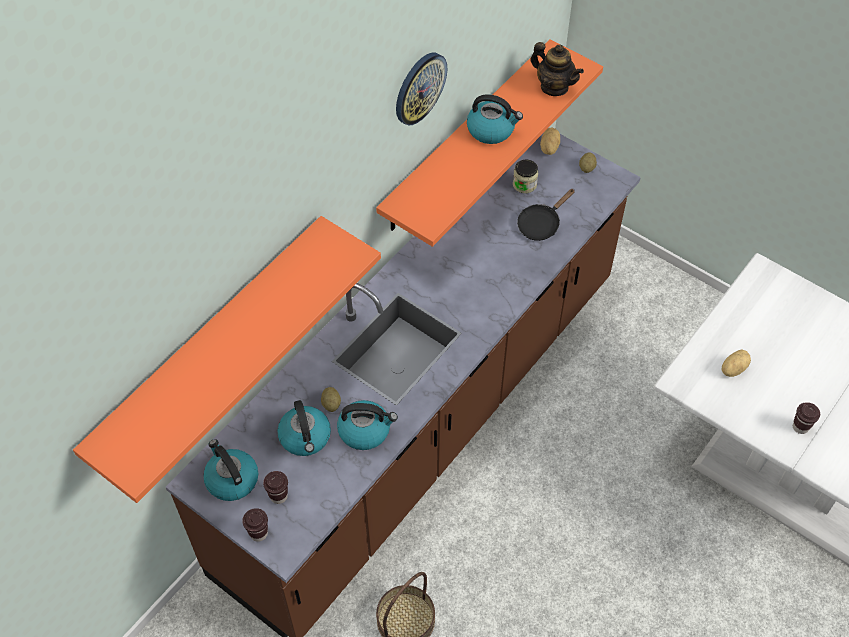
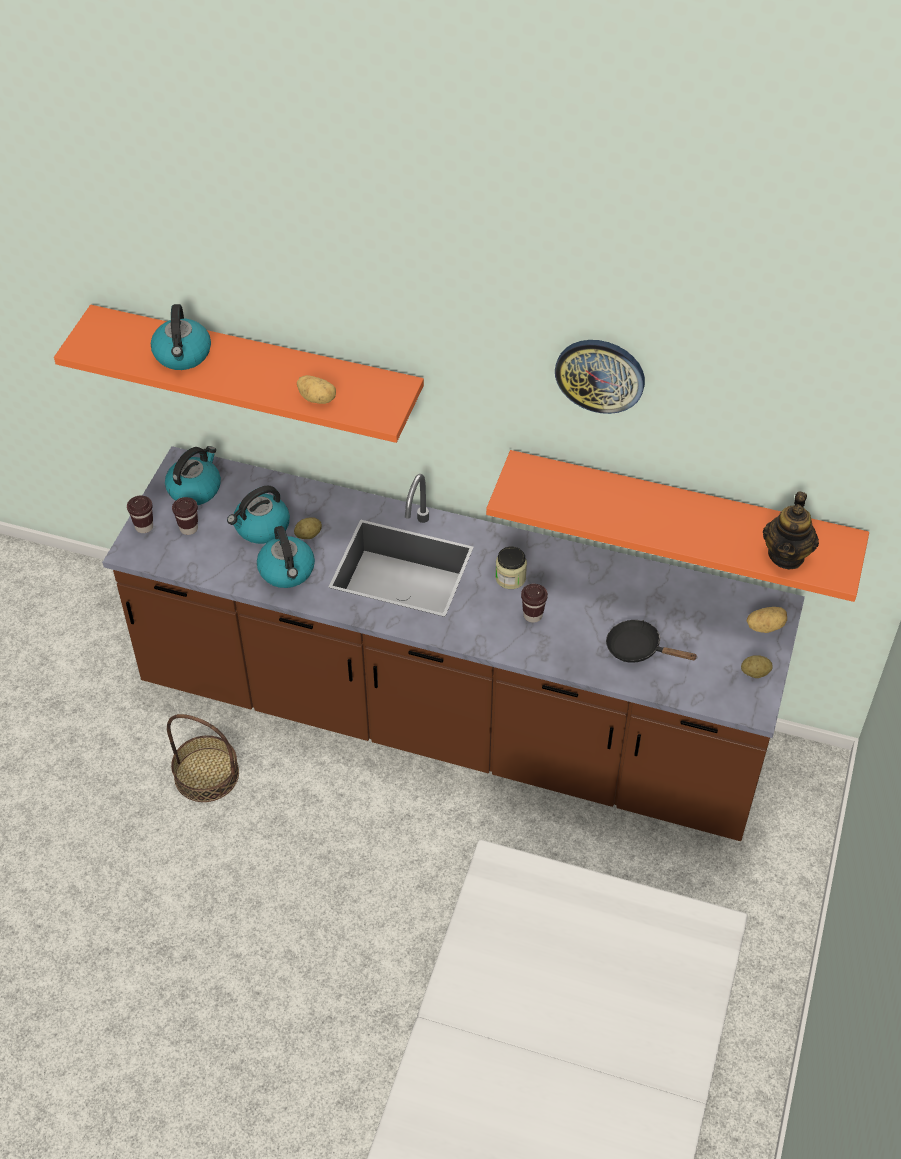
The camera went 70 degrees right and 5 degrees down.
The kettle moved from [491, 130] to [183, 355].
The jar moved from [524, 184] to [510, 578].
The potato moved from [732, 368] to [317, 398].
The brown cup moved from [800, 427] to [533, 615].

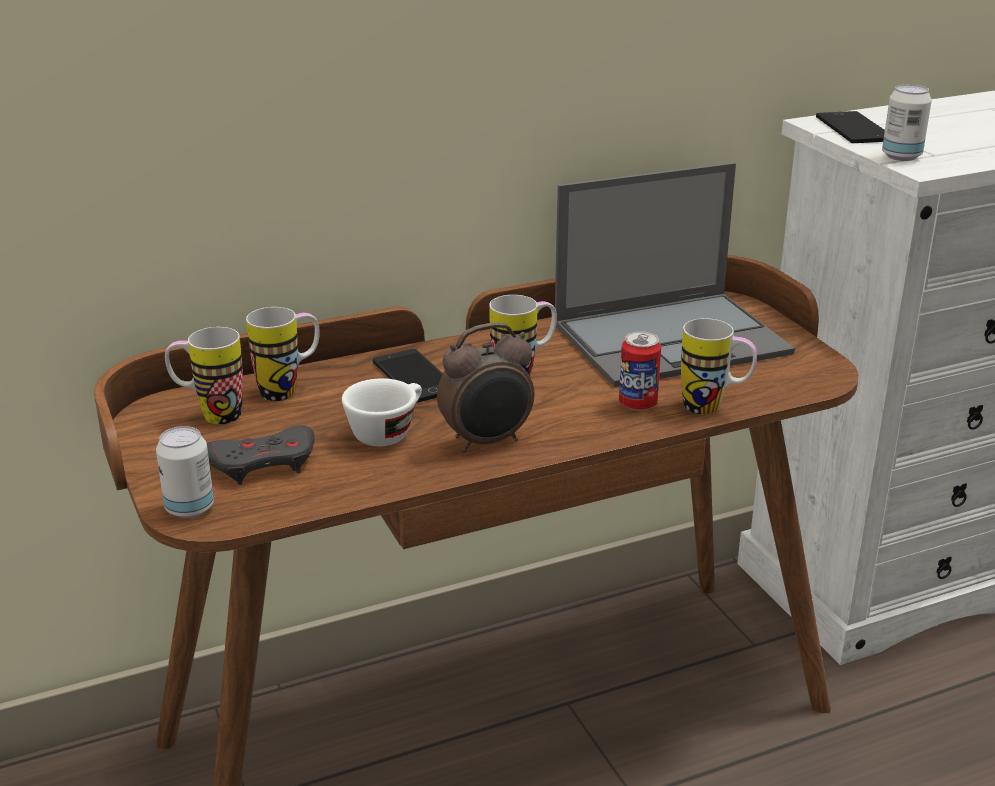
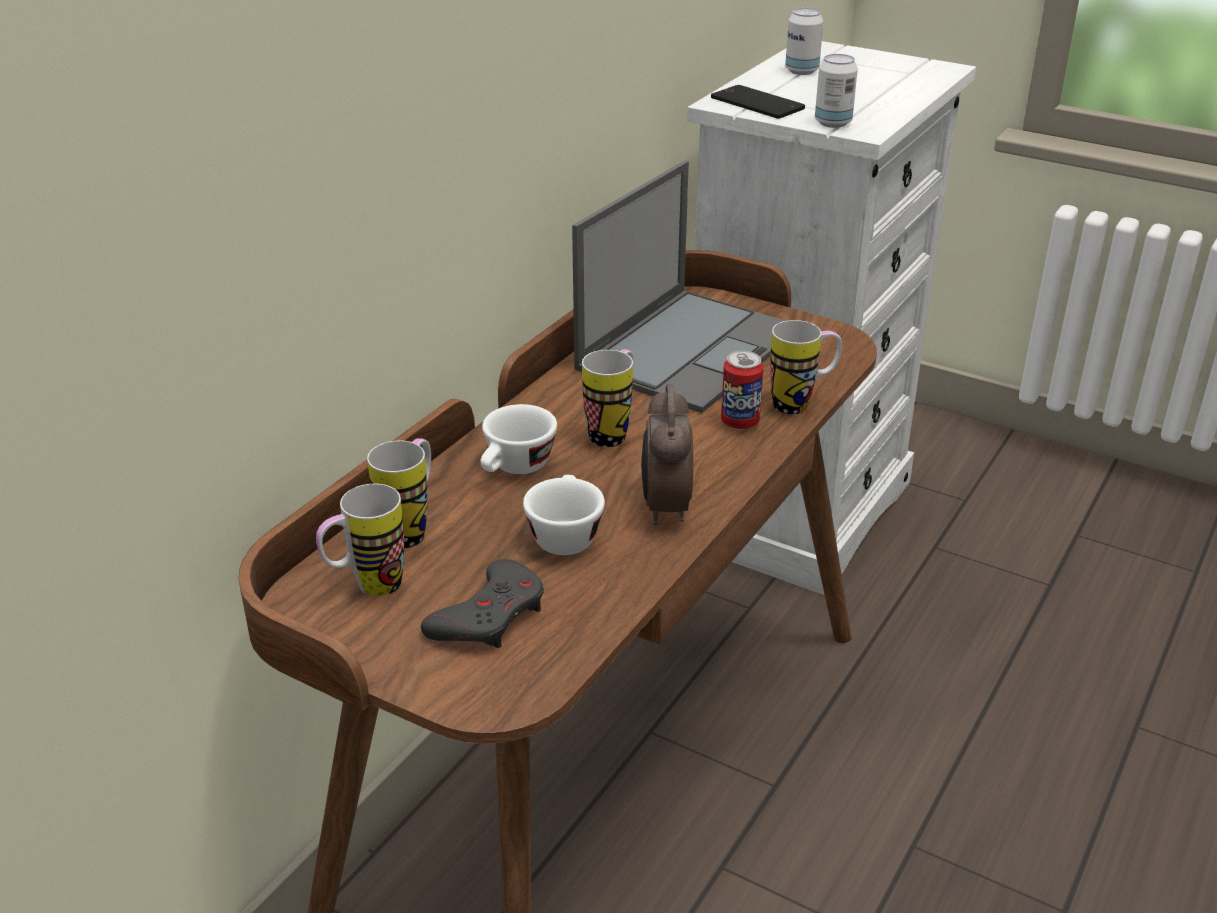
The camera went 35 degrees left and 5 degrees up.
The can moved from [189, 508] to [801, 71].
The phone at [414, 377] was replaced by the white cup at [515, 468].
The alarm clock at [487, 442] turned 150 degrees clockwise.

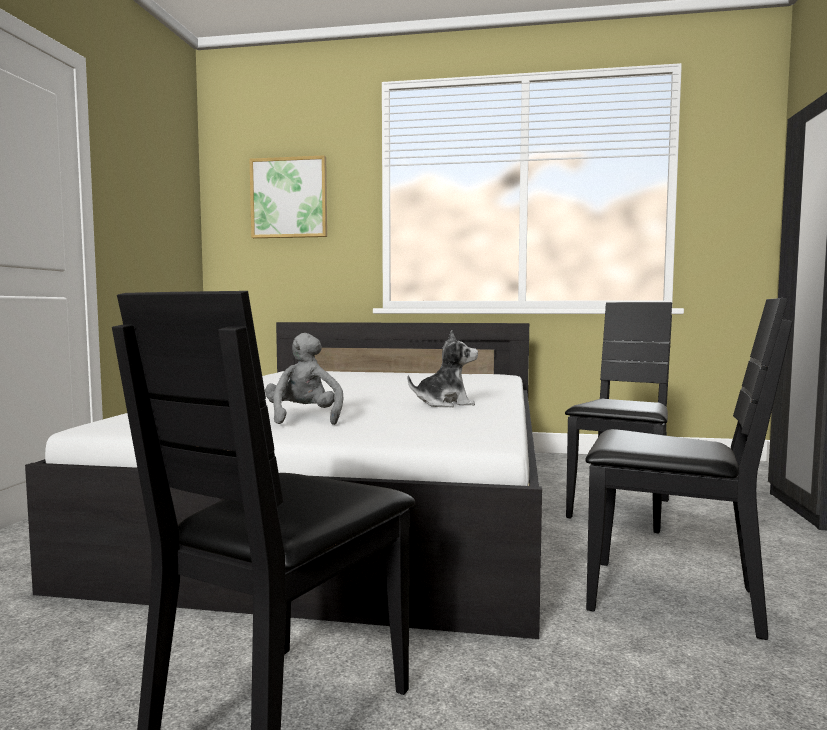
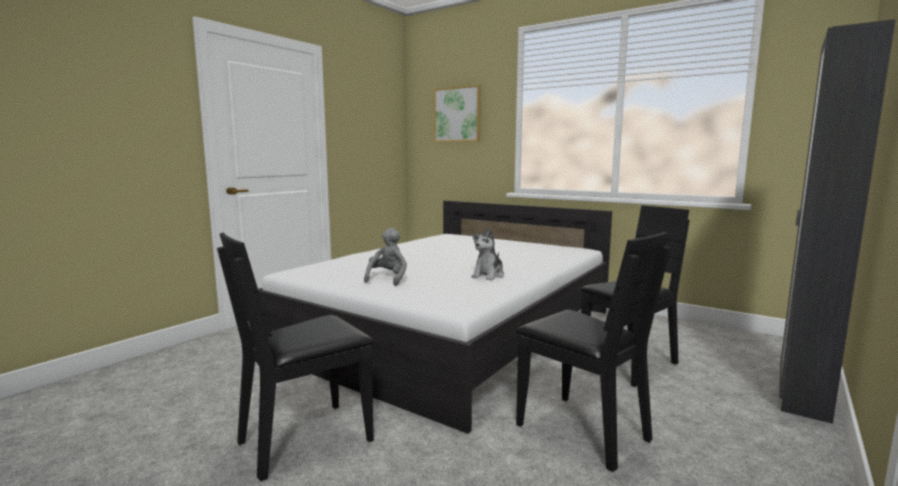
The camera went 25 degrees right and 5 degrees up.
The plush toy at [445, 404] turned 105 degrees clockwise.

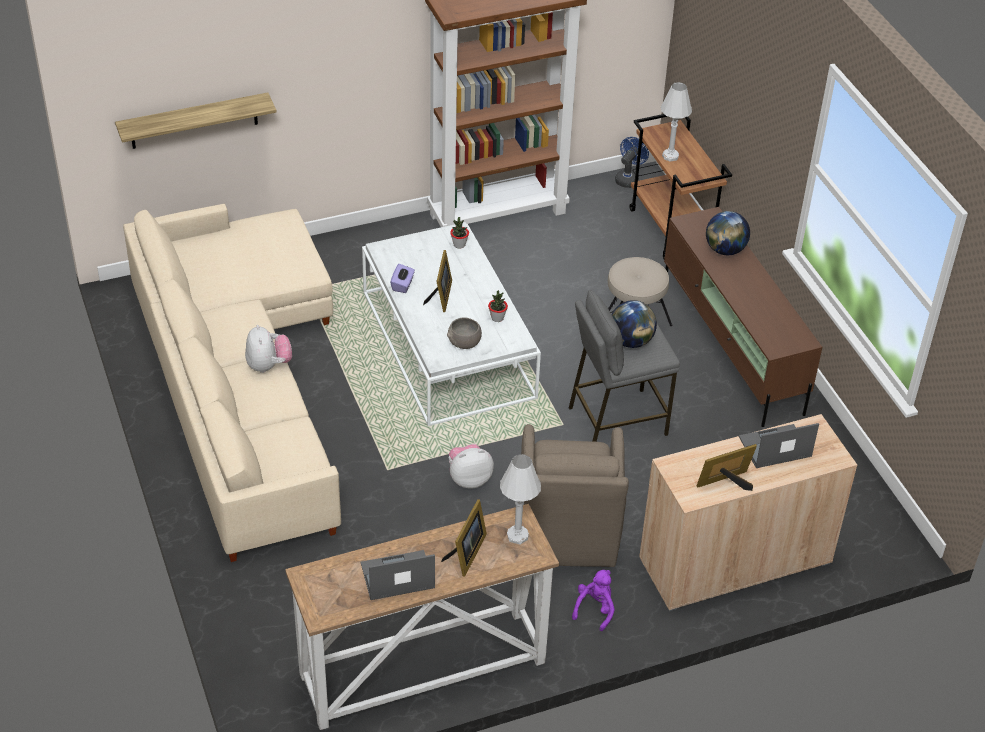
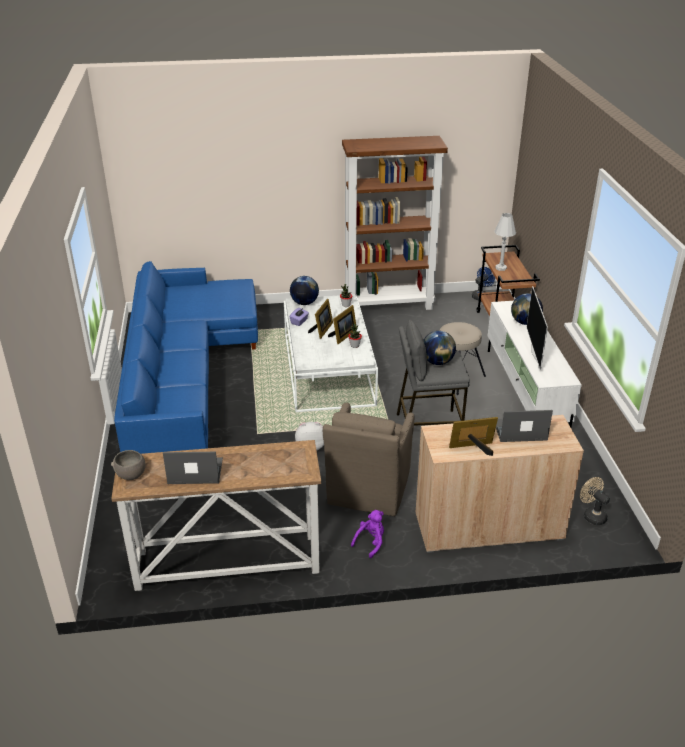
The camera went 15 degrees right and 10 degrees down.
The shelf at [194, 121] disappeared.
The beige sofa at [239, 383] became the blue sofa at [184, 373].
The plush toy at [268, 365] disappeared.
The picture frame moved from [466, 554] to [343, 336].
The grey bowl moved from [464, 343] to [130, 474].
The white table lamp at [517, 536] disappeared.
The brown tv stand at [732, 346] became the white tv stand at [525, 393].
The globe at [304, 303] appeared.
The television at [536, 353] appeared.
The beige fan at [591, 515] appeared.

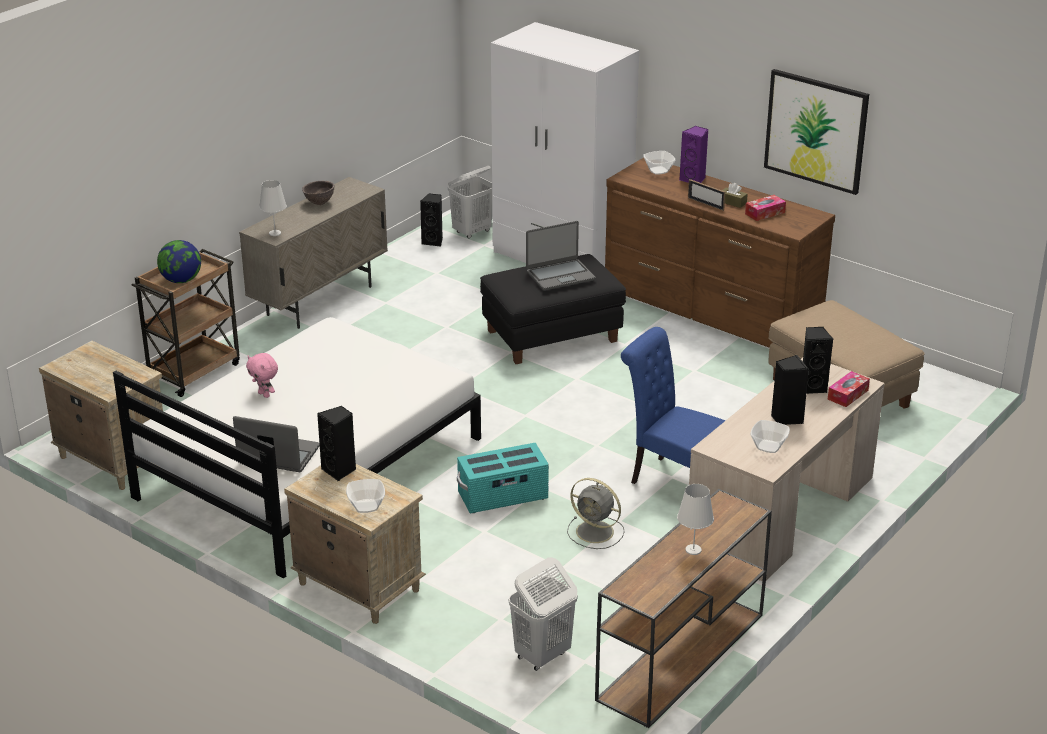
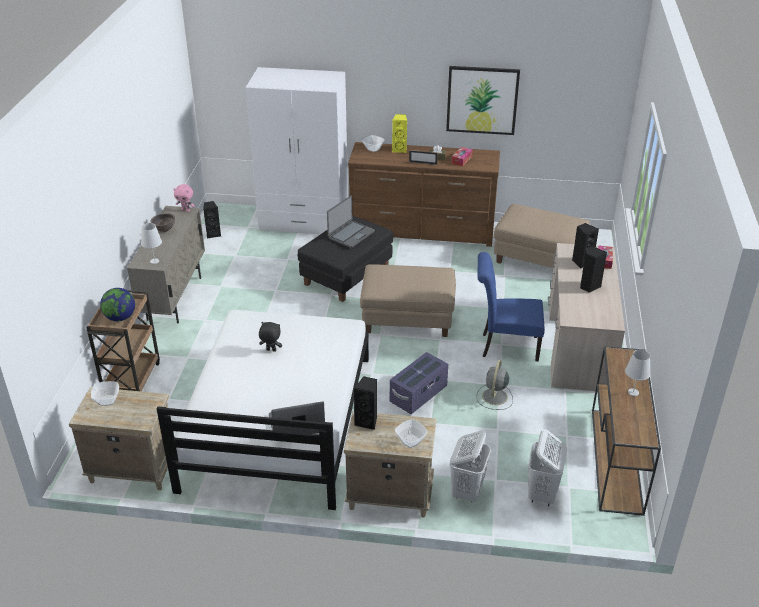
The camera went 30 degrees left and 5 degrees up.
The pink plush toy moved from [264, 394] to [186, 210].
The white laundry basket moved from [472, 232] to [467, 491].
The turquoise storage box at [503, 496] became the purple storage box at [418, 394].
The grey fan at [596, 532] turned 105 degrees clockwise.
The purple speaker at [694, 179] became the yellow speaker at [400, 149].
The bowl moved from [768, 447] to [106, 401].
The black plush toy at [271, 350] appeared.
The beige ottoman at [408, 318] appeared.

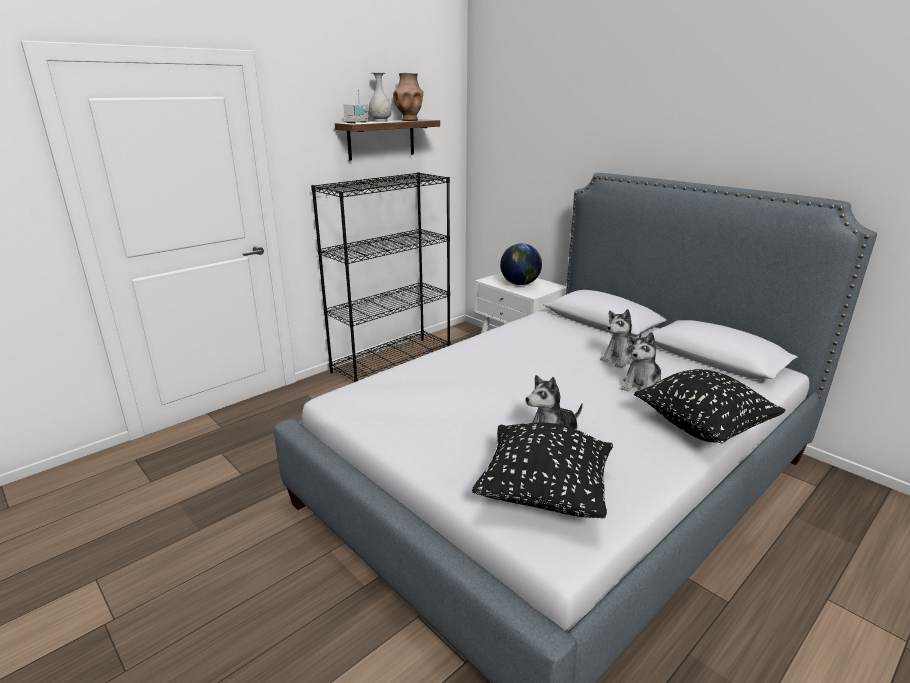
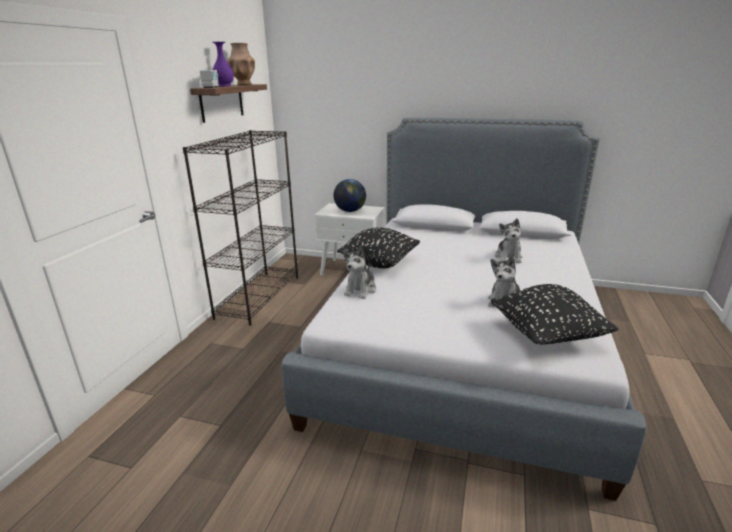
The camera went 30 degrees left and 0 degrees up.
The white vase at [381, 121] became the purple vase at [224, 86].
The plush toy moved from [622, 359] to [360, 290].
The black pillow moved from [702, 427] to [379, 262].

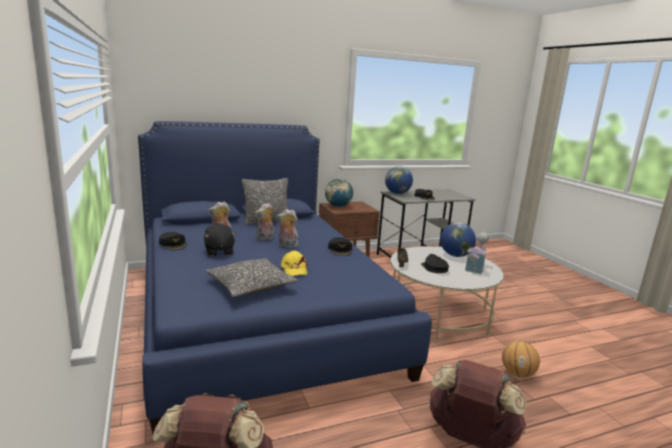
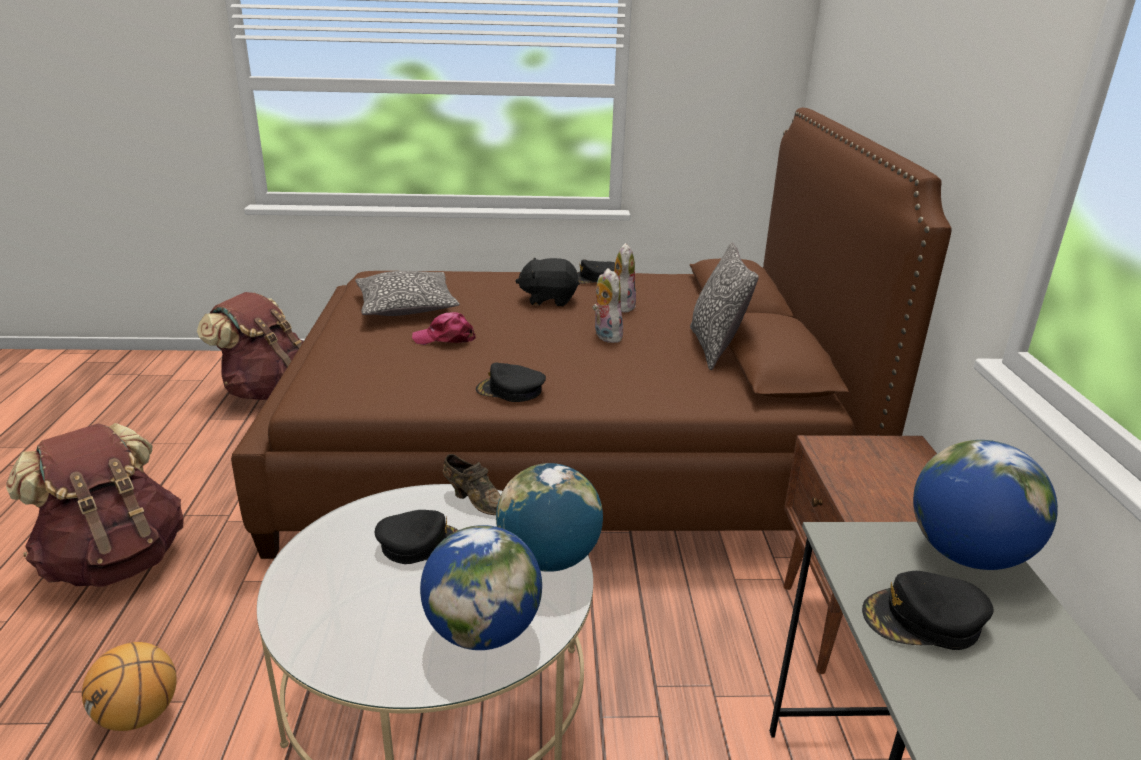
The camera went 110 degrees right and 10 degrees up.
The blue bed at [258, 314] became the brown bed at [563, 445].
The plush toy at [287, 245] disappeared.
The yellow cap at [294, 269] became the pink cap at [445, 338].
The globe moved from [338, 206] to [548, 559].
The toy house at [476, 268] disappeared.

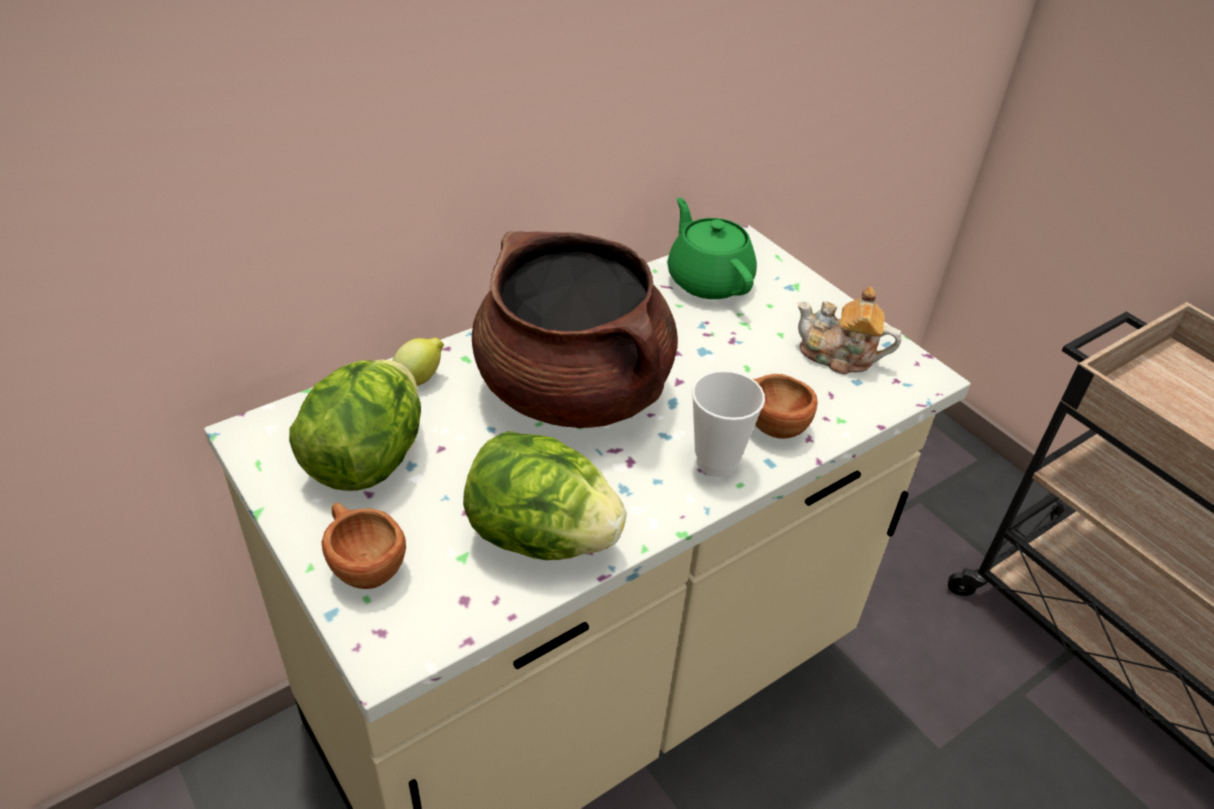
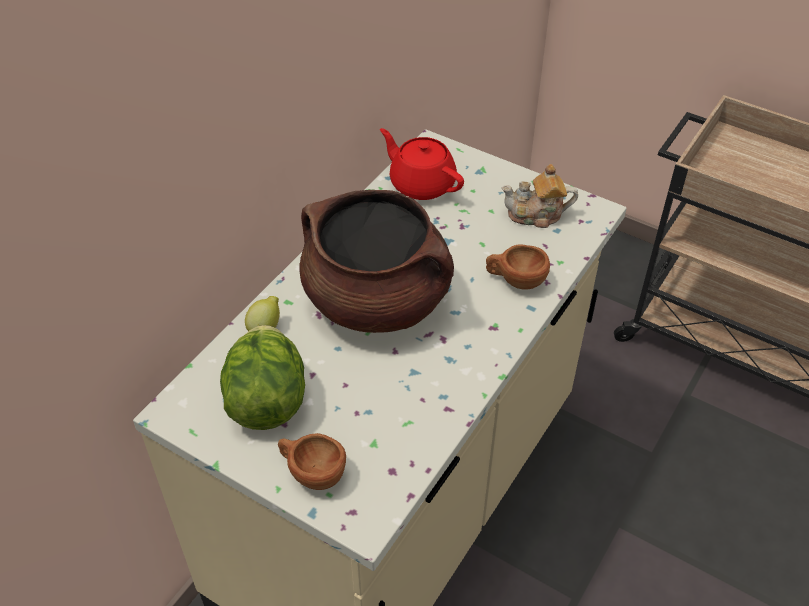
The camera went 20 degrees left and 5 degrees up.
The lettuce at [540, 536] disappeared.
The green teapot at [708, 280] became the red teapot at [421, 183].
The cup at [716, 462] disappeared.

